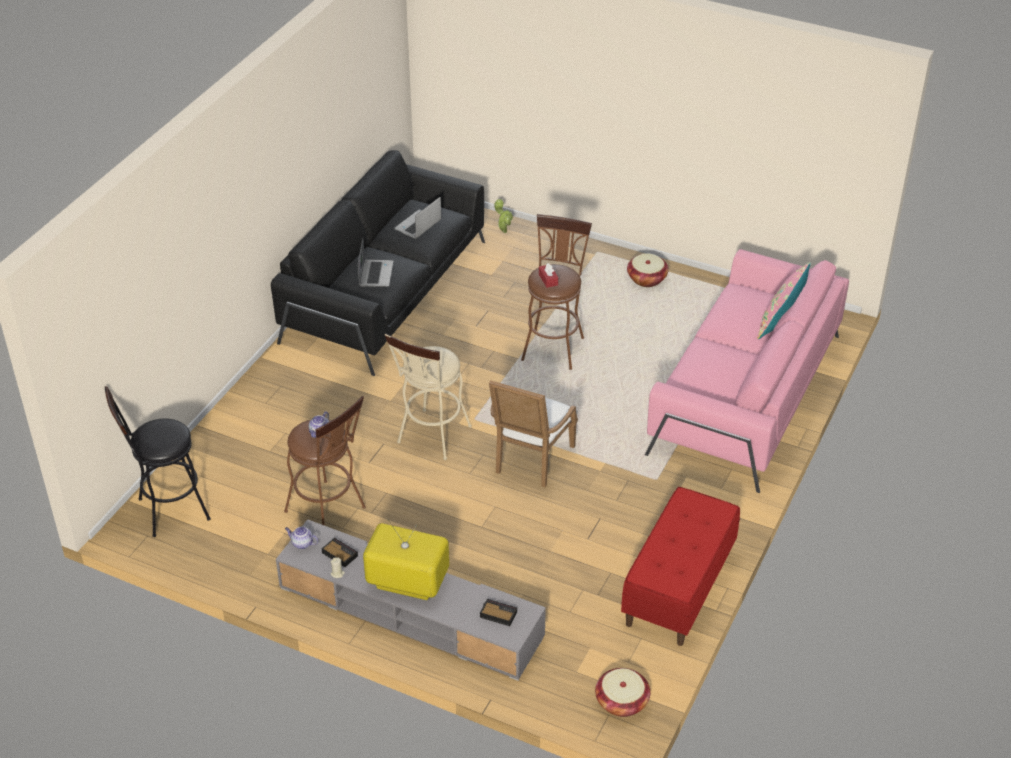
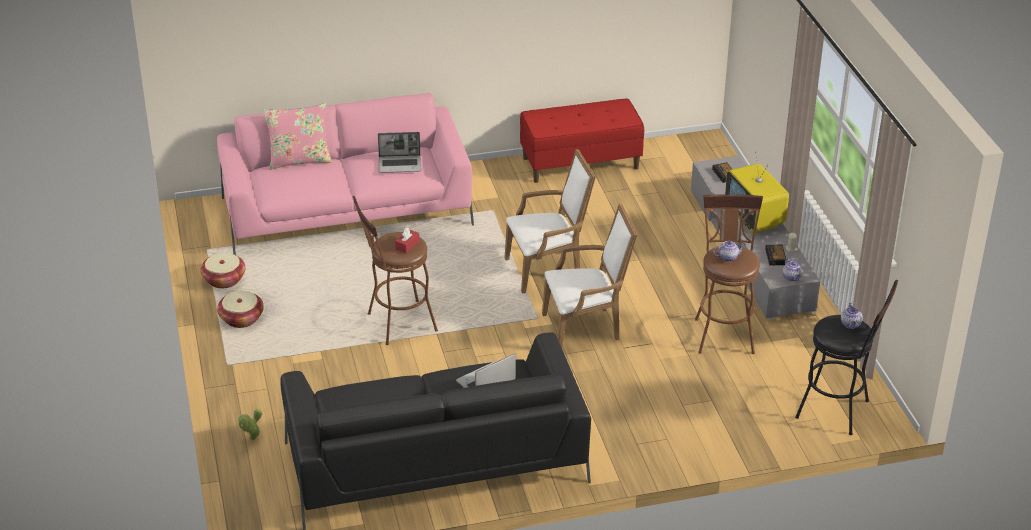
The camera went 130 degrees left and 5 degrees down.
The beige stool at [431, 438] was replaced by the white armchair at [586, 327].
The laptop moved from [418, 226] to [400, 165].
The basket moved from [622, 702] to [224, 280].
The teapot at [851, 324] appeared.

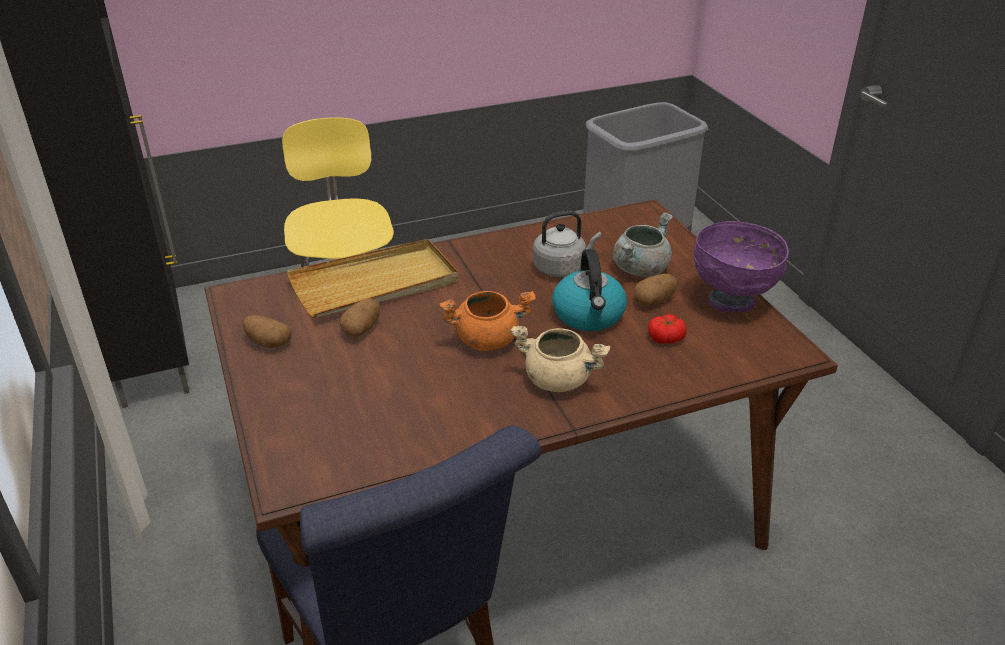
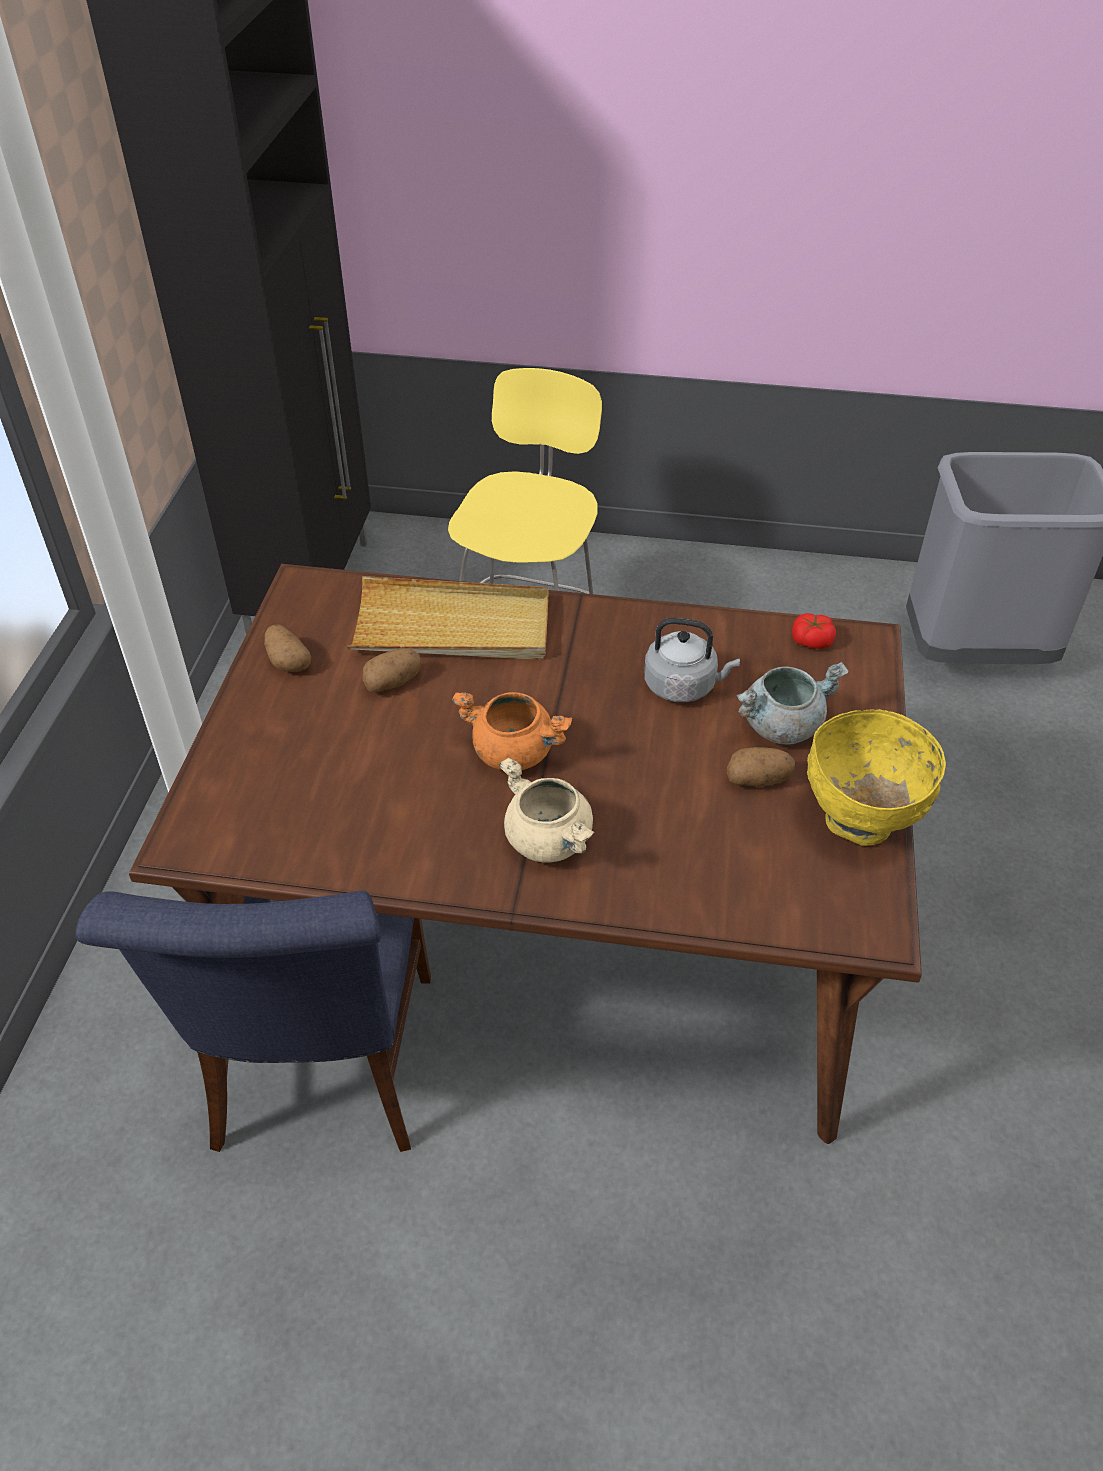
The camera went 30 degrees right and 10 degrees up.
The kettle at [589, 315] disappeared.
The tomato moved from [666, 338] to [812, 640].
The purple bowl at [732, 301] became the yellow bowl at [860, 822].

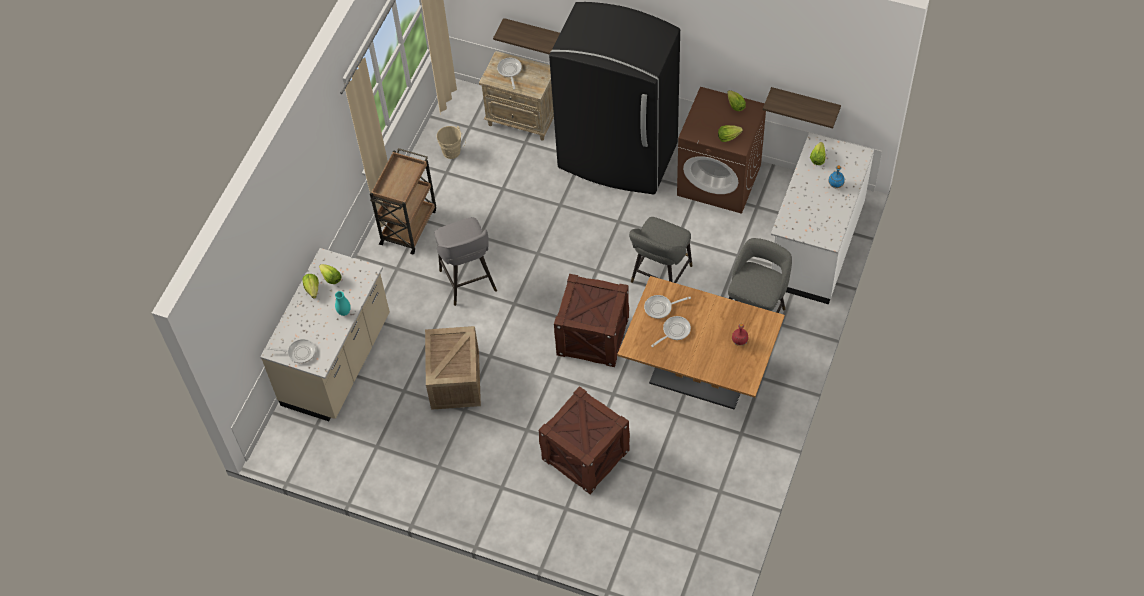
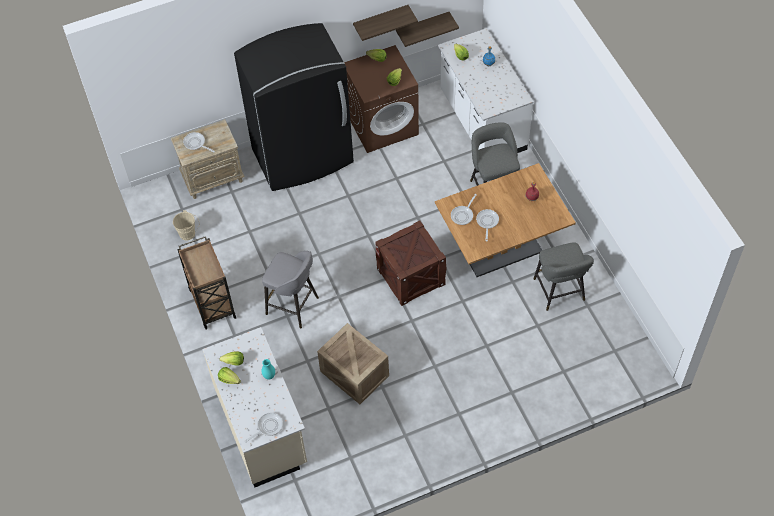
The camera went 45 degrees left and 0 degrees up.
The shelf moved from [536, 34] to [380, 20].
The crate at [585, 455] disappeared.
The grey stool moved from [659, 276] to [560, 292].

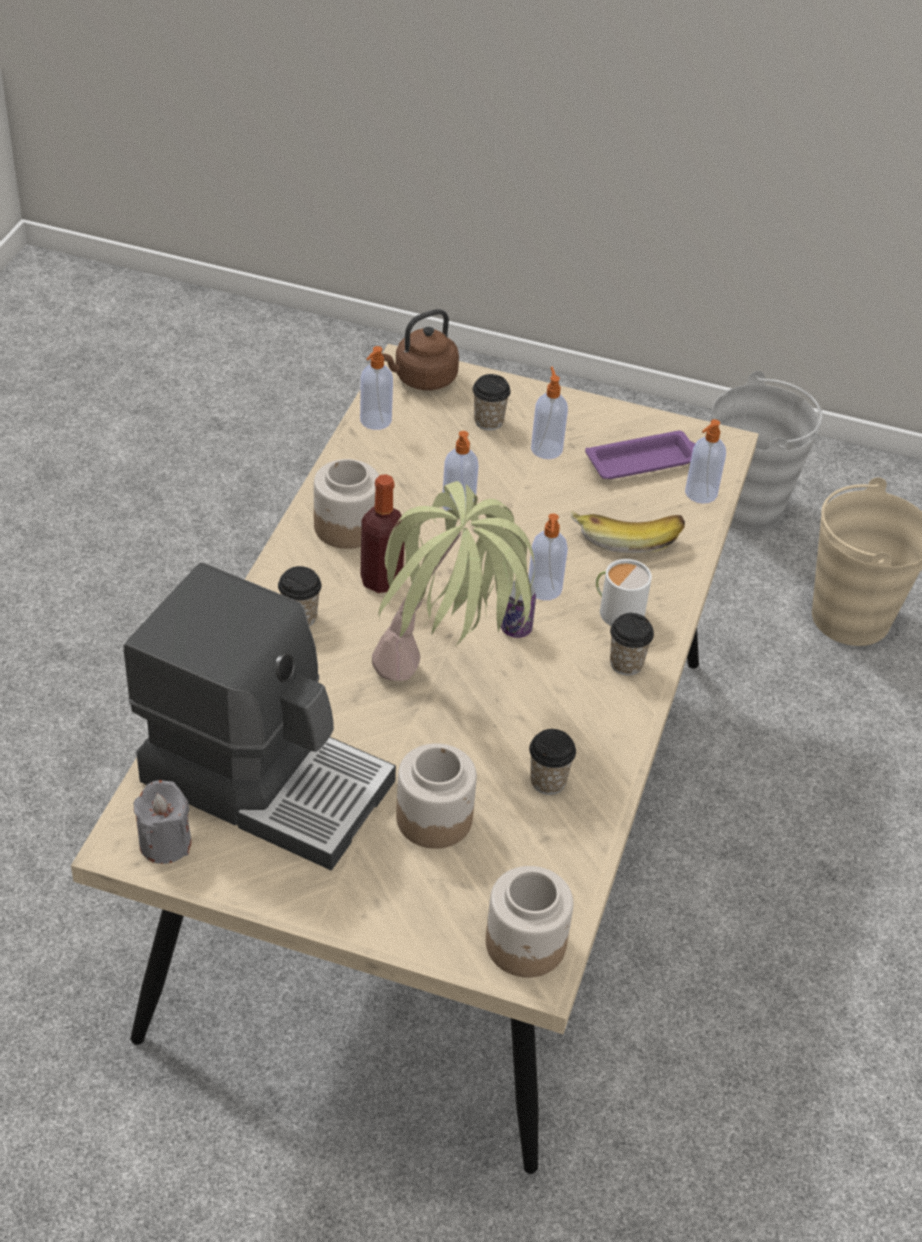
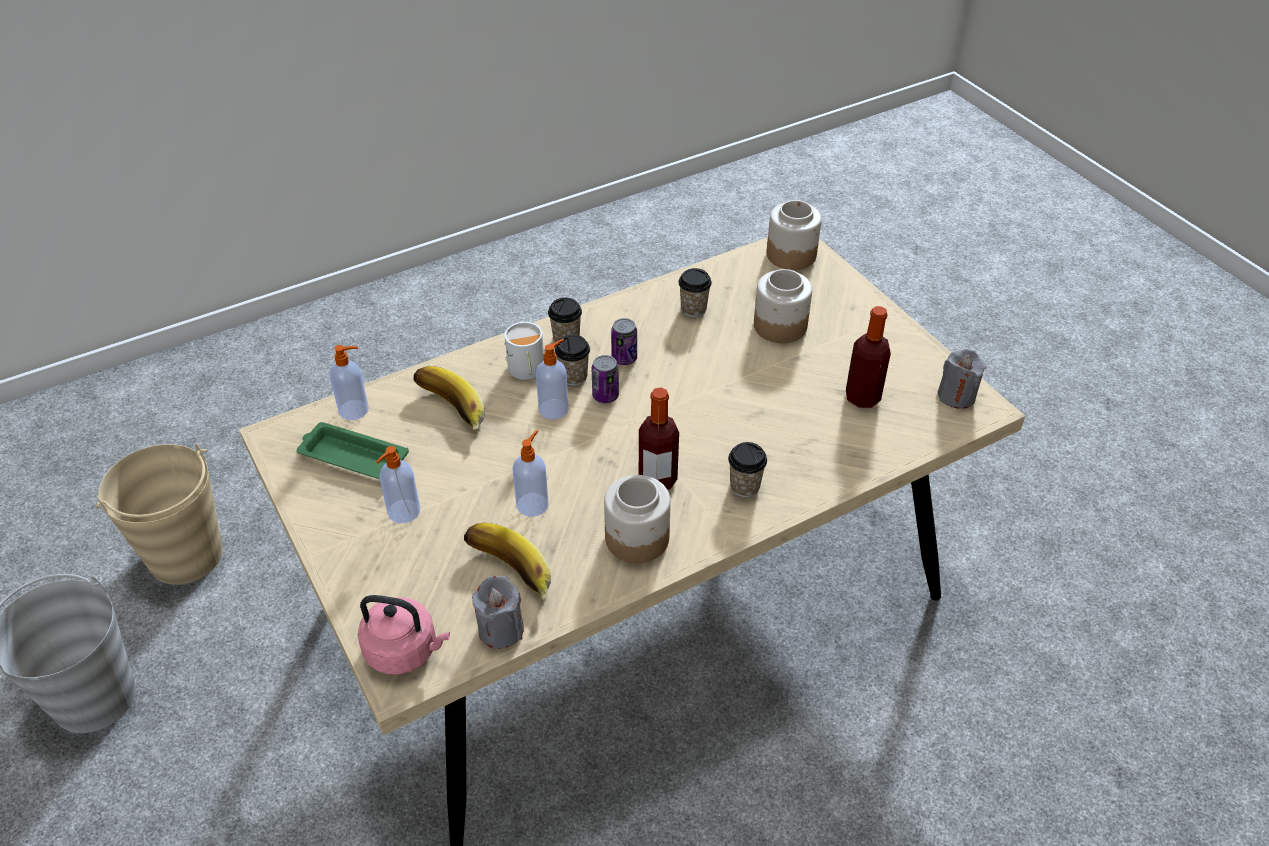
The camera went 135 degrees left and 0 degrees up.
The coffee machine at [266, 778] was replaced by the bottle at [862, 397].
The soap dispenser at [375, 421] was replaced by the grey candle at [501, 629].
The potted plant at [447, 687] disappeared.
The brown kettle at [422, 379] became the pink kettle at [405, 651].
The cup moved from [488, 421] to [573, 377].
The purple tray at [644, 461] became the green tray at [352, 456].
The banana at [507, 574] appeared.
The can at [624, 358] appeared.

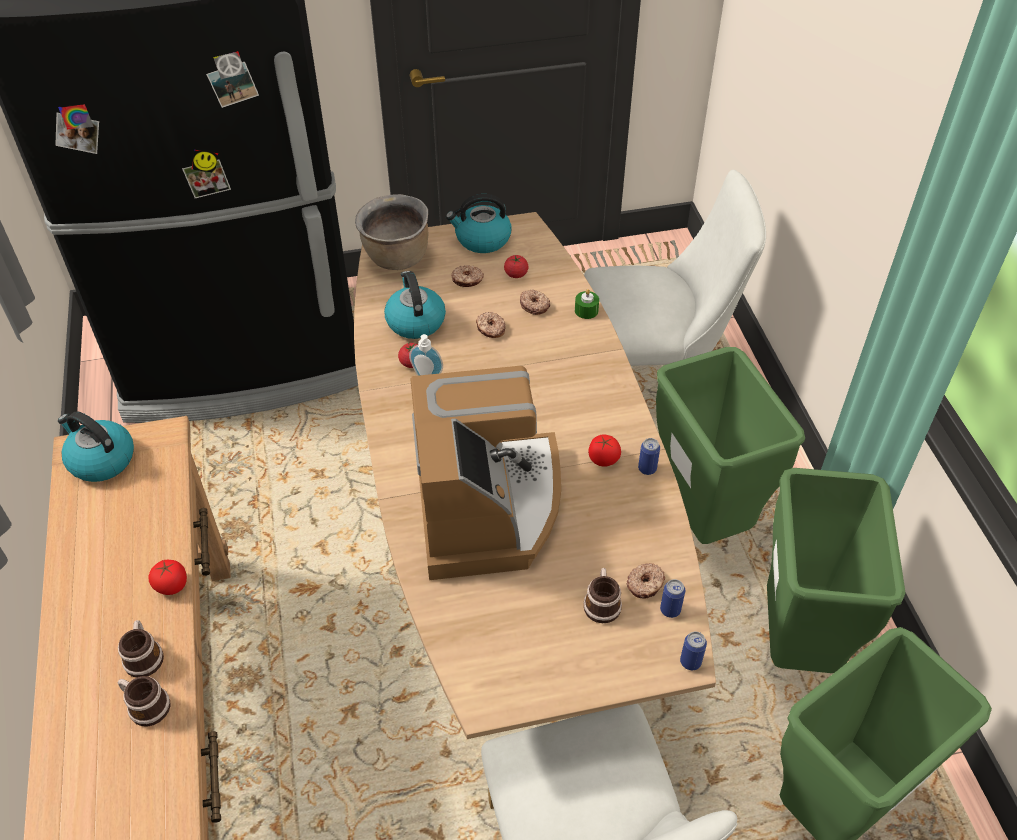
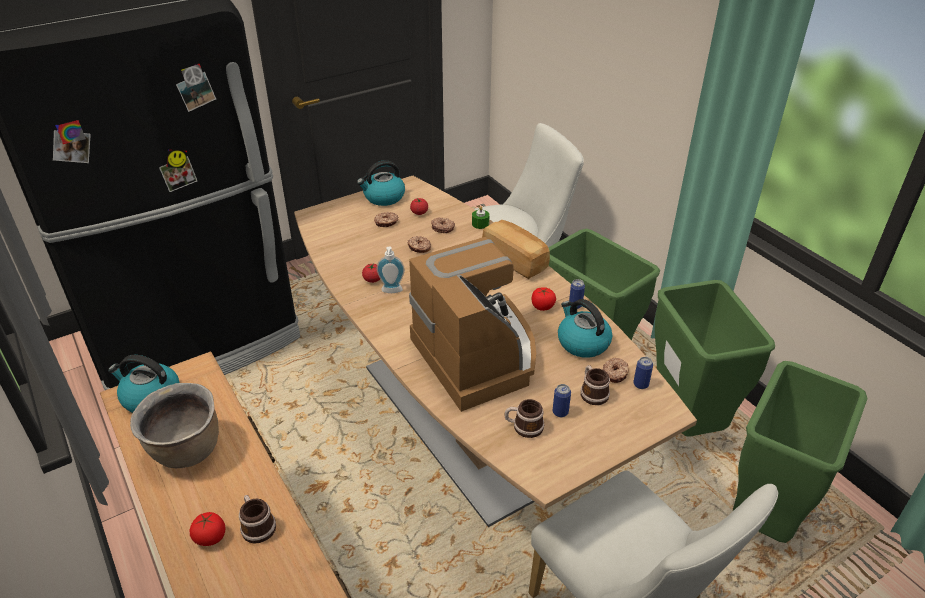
The camera went 20 degrees left and 10 degrees down.
The mug moved from [145, 705] to [523, 427].
The tomato moved from [171, 585] to [210, 537].
The brown cooking pot moved from [397, 258] to [187, 451].
The kettle moved from [415, 321] to [582, 342].
The can moved from [690, 662] to [560, 412].
The bread at [515, 260] appeared.

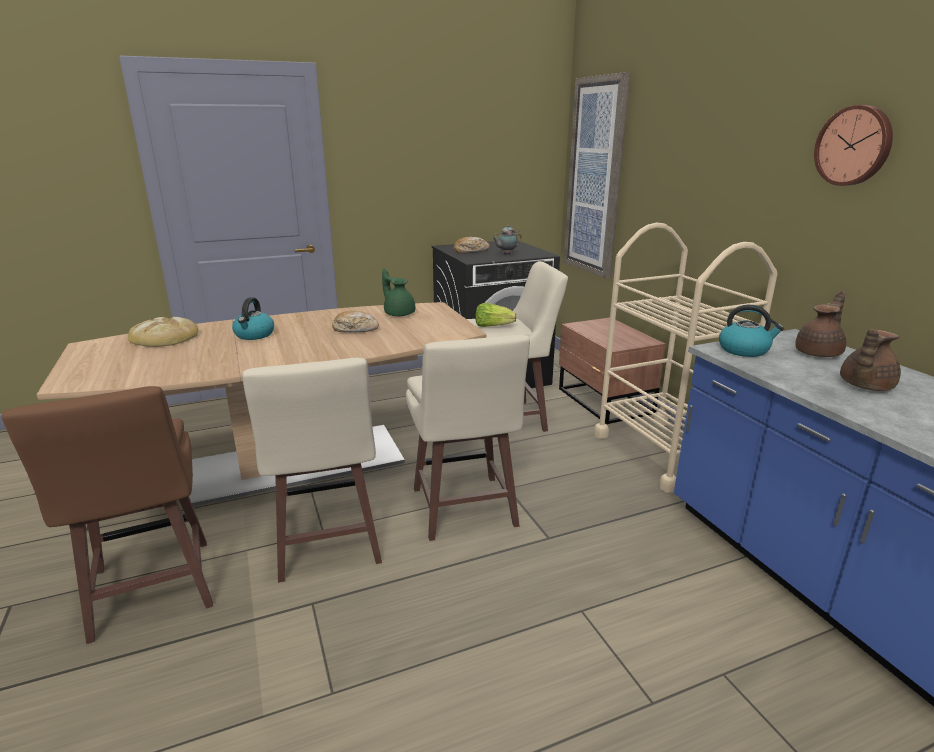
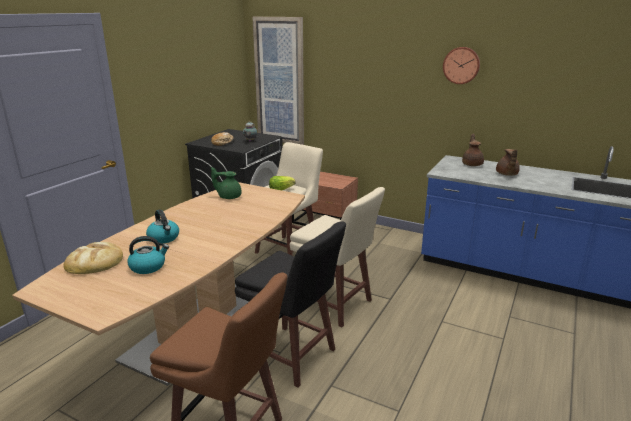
The camera went 40 degrees left and 0 degrees up.
The beige stool at [326, 544] became the black stool at [292, 356].
The bread at [355, 329] disappeared.
The beige cart at [663, 452] disappeared.
The kettle moved from [744, 350] to [148, 267].

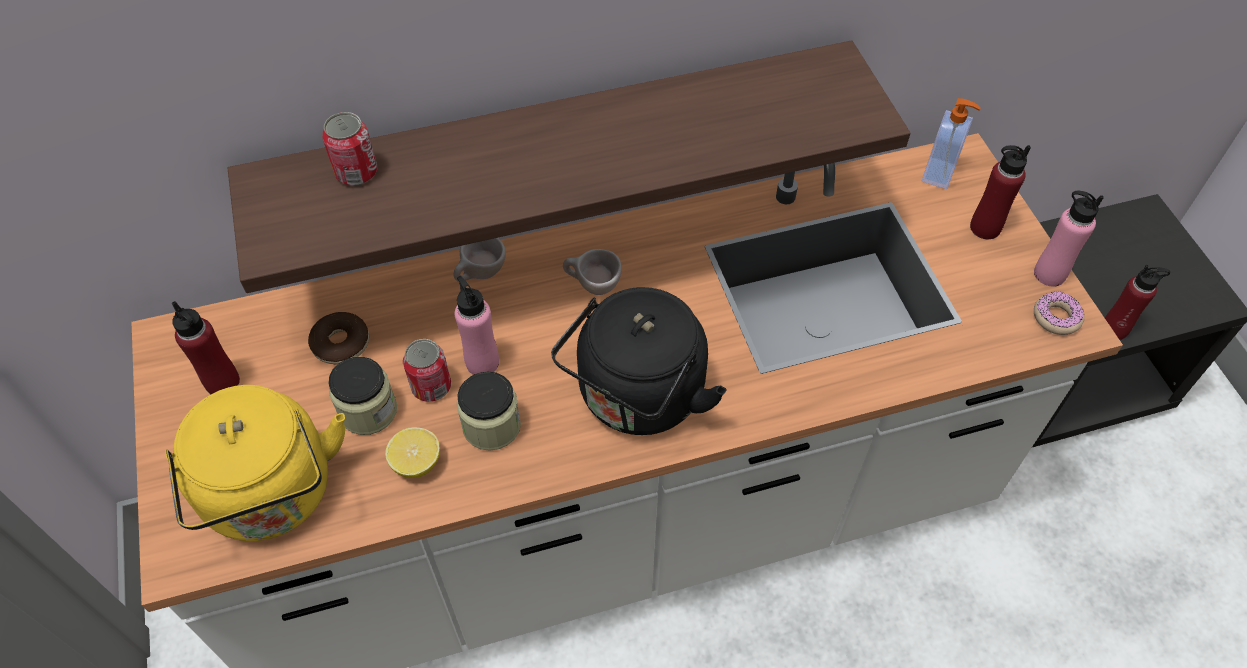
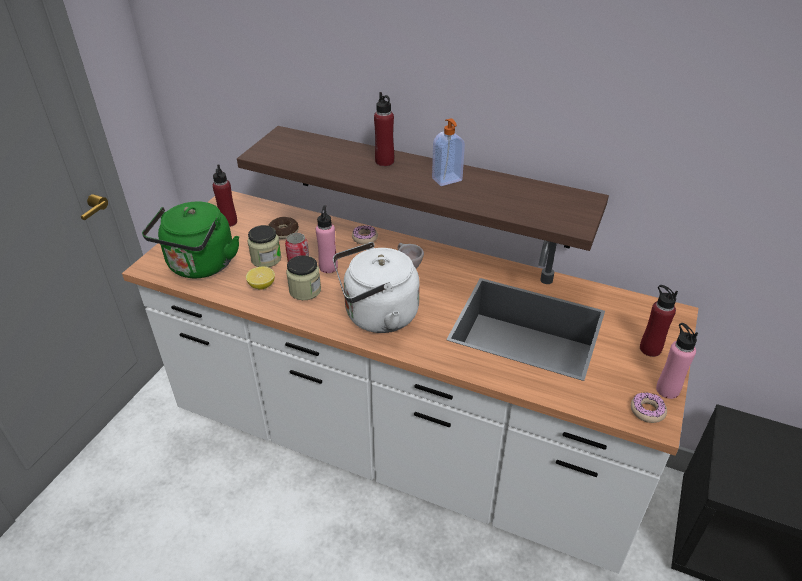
The camera went 40 degrees right and 15 degrees down.
The yellow kettle at [273, 497] became the green kettle at [200, 266].
The can at [356, 172] disappeared.
The beige cup at [480, 276] was replaced by the donut at [365, 238].
The black kettle at [637, 398] became the white kettle at [377, 316].
The soap dispenser moved from [939, 174] to [447, 180].
The red bottle moved from [1114, 329] to [384, 161].

